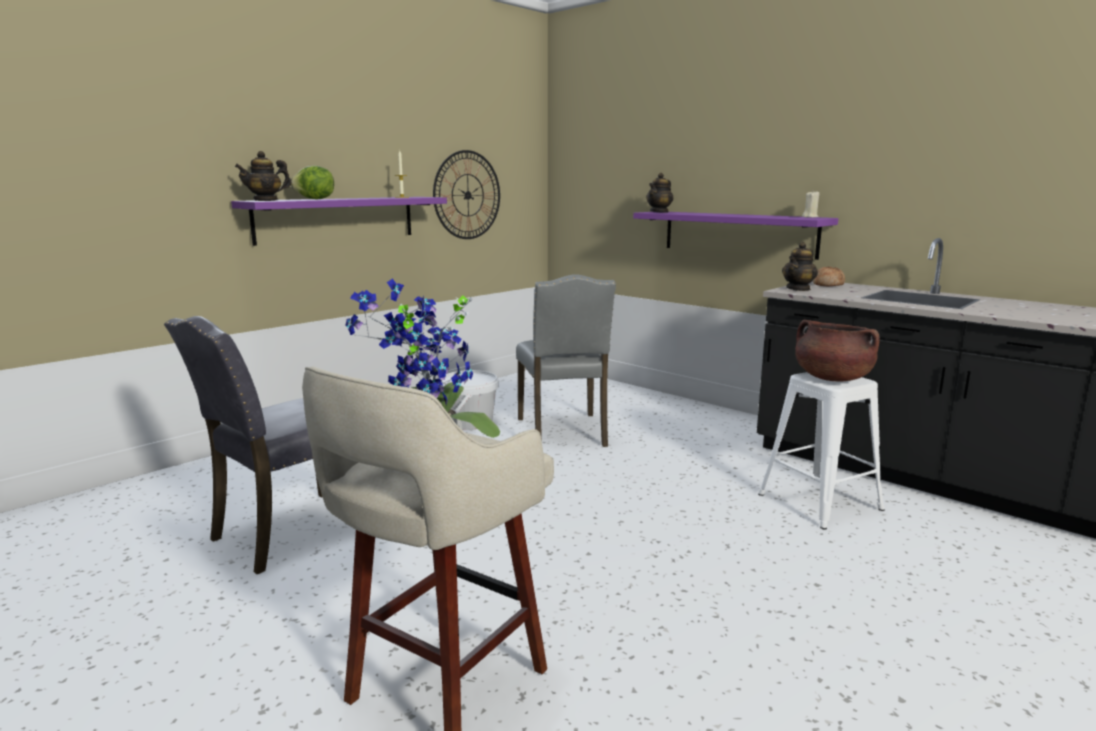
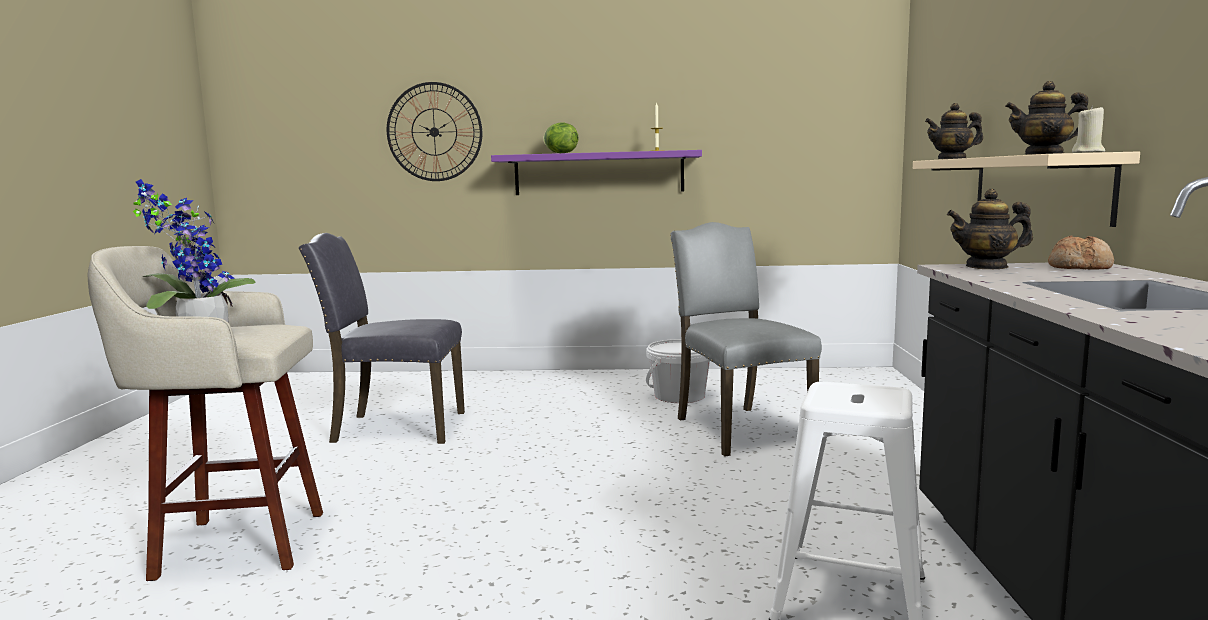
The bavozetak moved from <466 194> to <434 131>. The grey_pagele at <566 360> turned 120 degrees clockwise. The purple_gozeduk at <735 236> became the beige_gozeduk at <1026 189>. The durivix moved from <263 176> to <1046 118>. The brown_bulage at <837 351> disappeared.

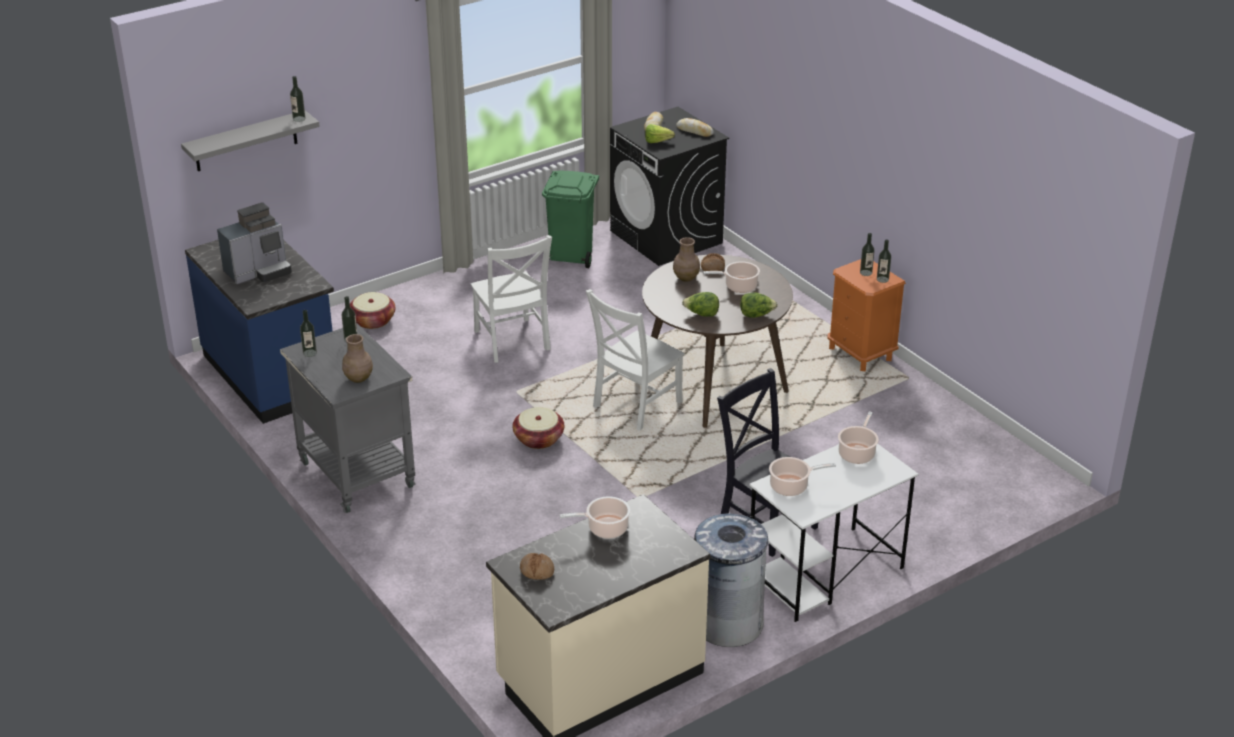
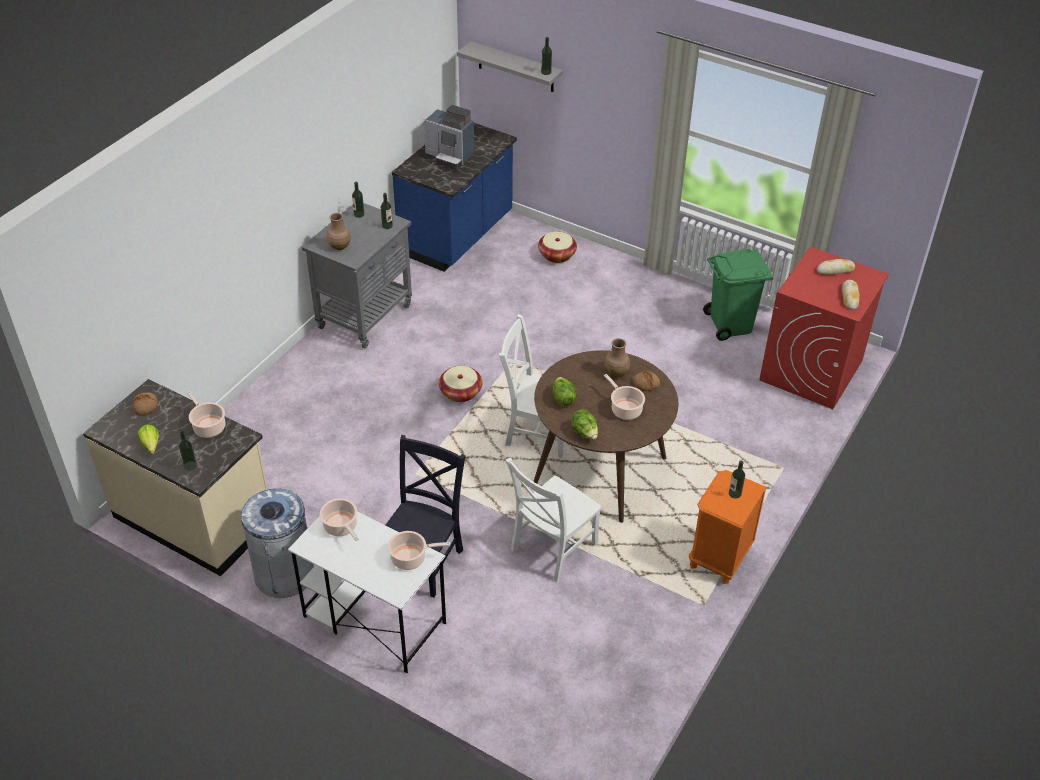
The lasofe moved from <660 133> to <148 439>. The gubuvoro moved from <884 261> to <188 451>. The white_pagele moved from <511 299> to <554 519>. The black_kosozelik at <669 186> became the red_kosozelik at <824 328>.

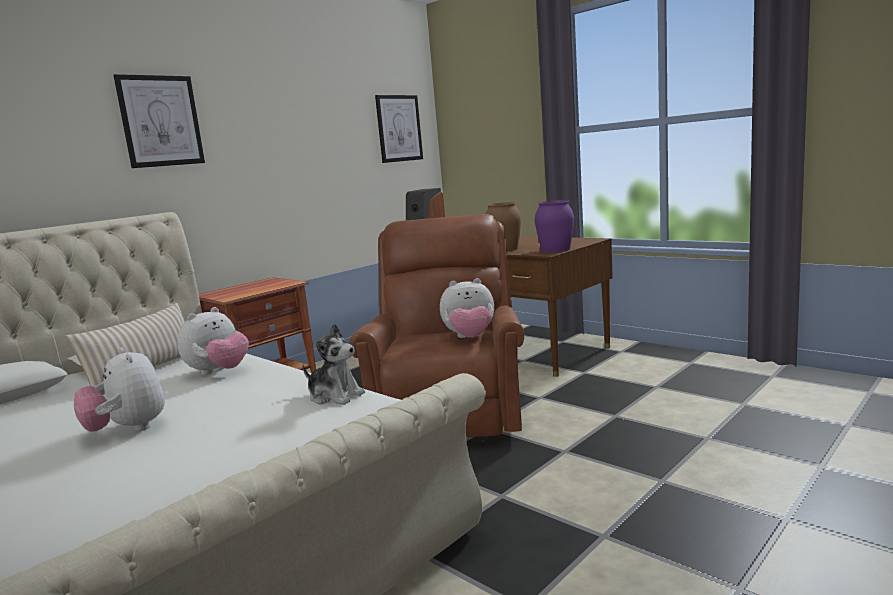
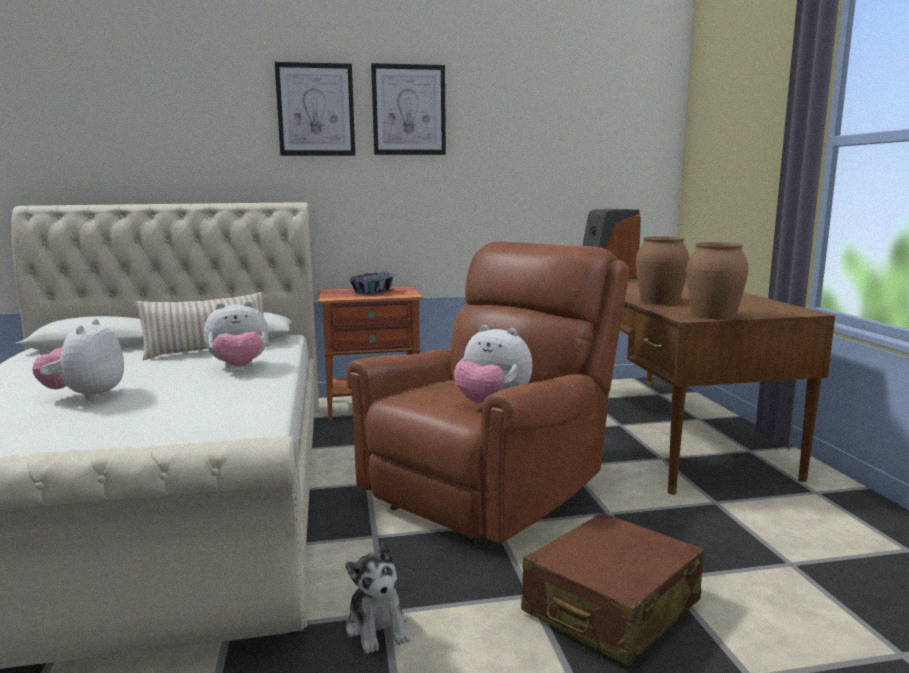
The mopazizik moved from <333 364> to <378 598>. The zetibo at <371 284> appeared. The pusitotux moved from <399 129> to <408 109>. The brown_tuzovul at <612 589> appeared. The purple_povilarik at <554 226> became the brown_povilarik at <717 280>.

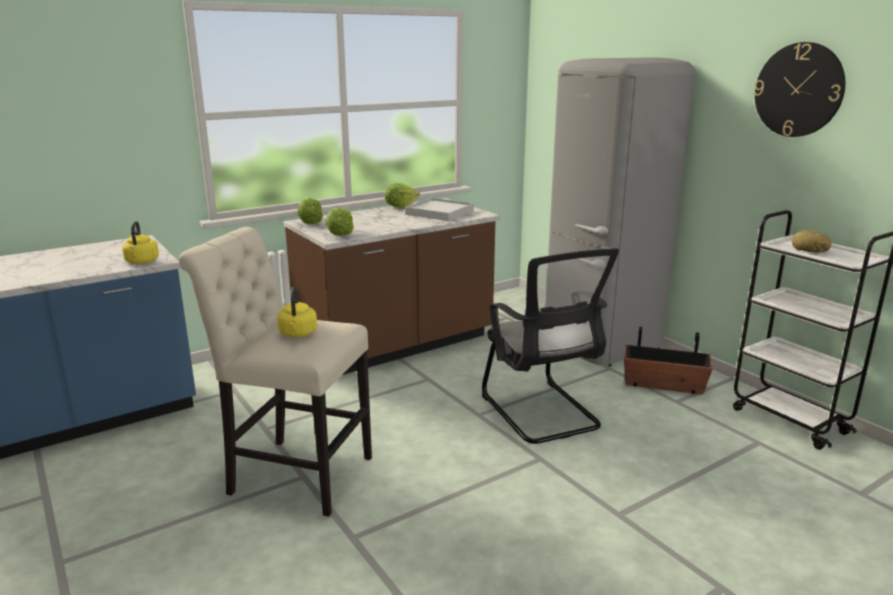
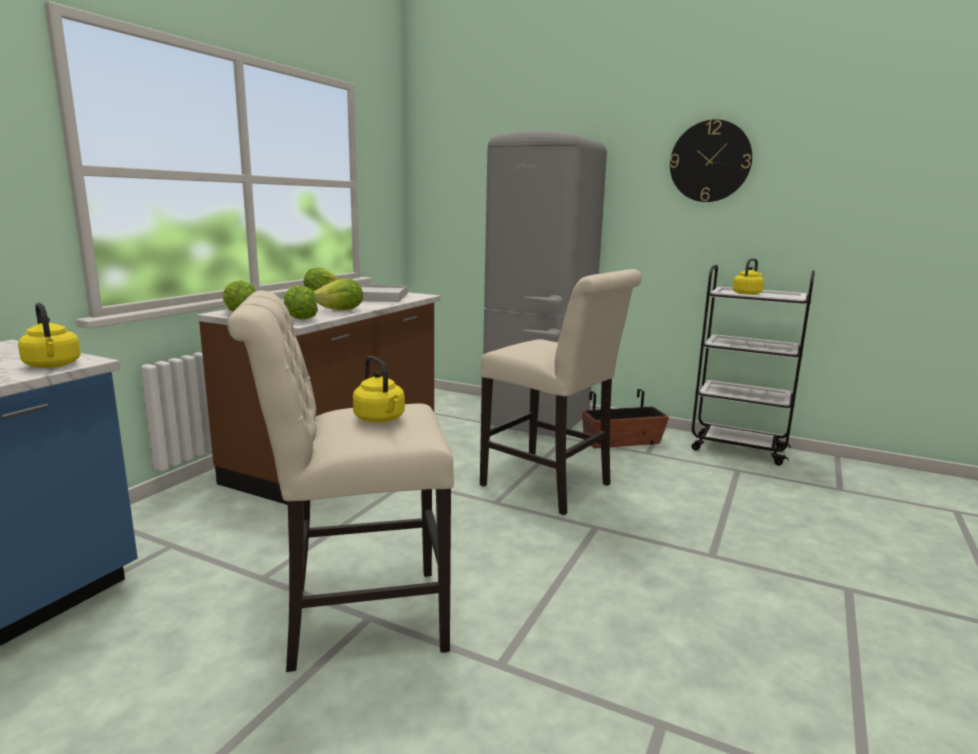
The lasofe at <338 294> appeared. The pagele at <550 346> was replaced by the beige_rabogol at <561 392>. The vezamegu at <811 241> was replaced by the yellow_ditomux at <748 276>.

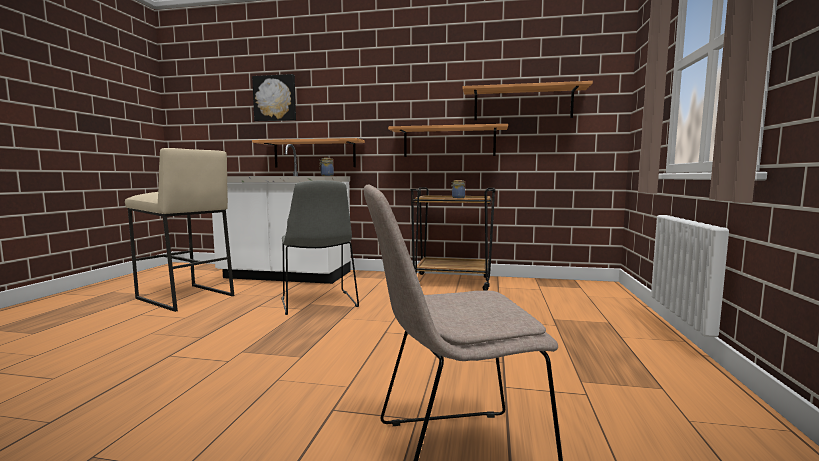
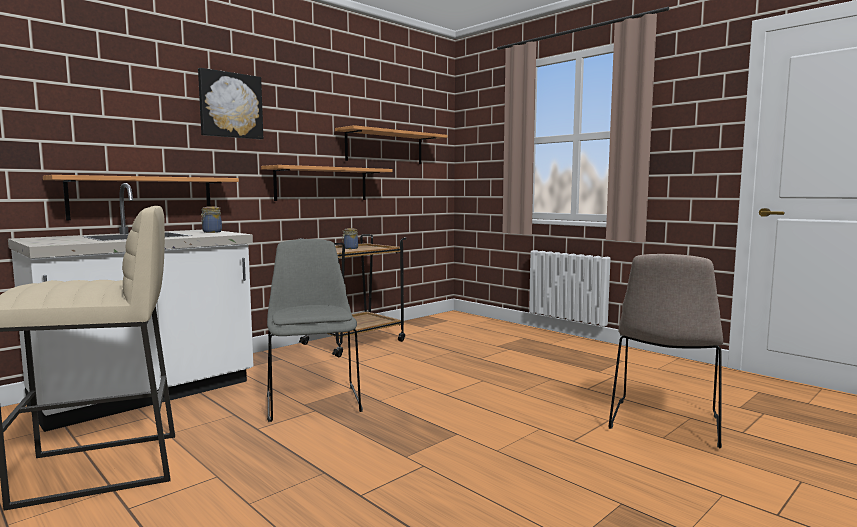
The pusitotux moved from <274 97> to <230 103>. The grey_pagele at <320 247> turned 120 degrees counterclockwise.

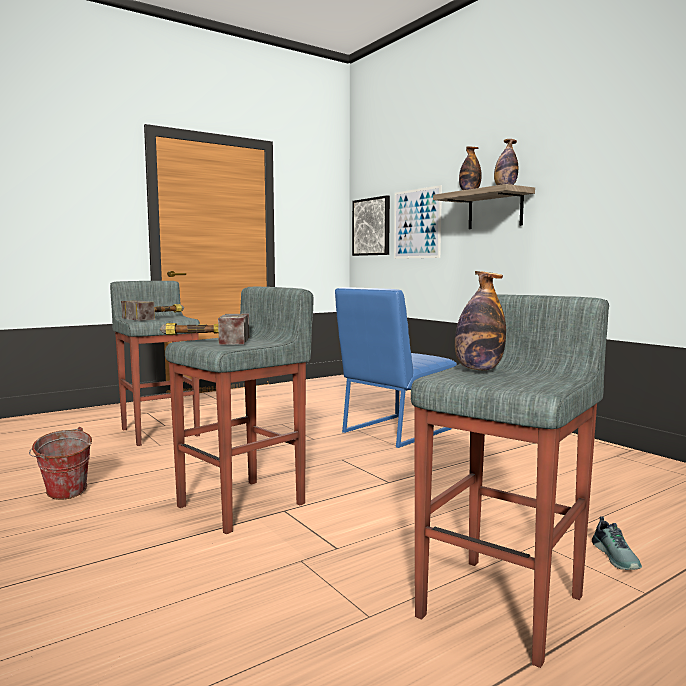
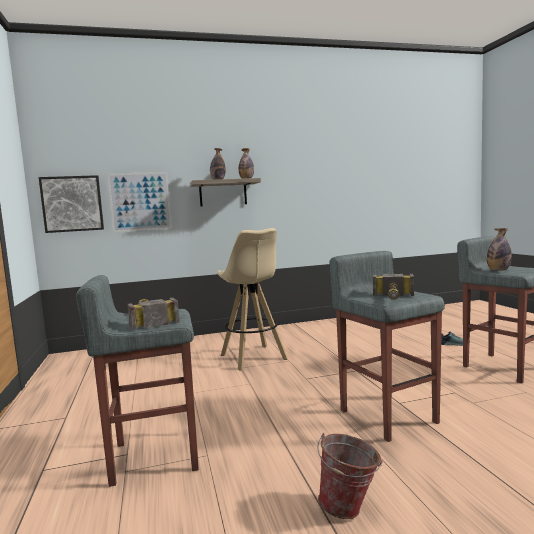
The blue_pagele at <396 367> was replaced by the beige_rabogol at <252 299>.

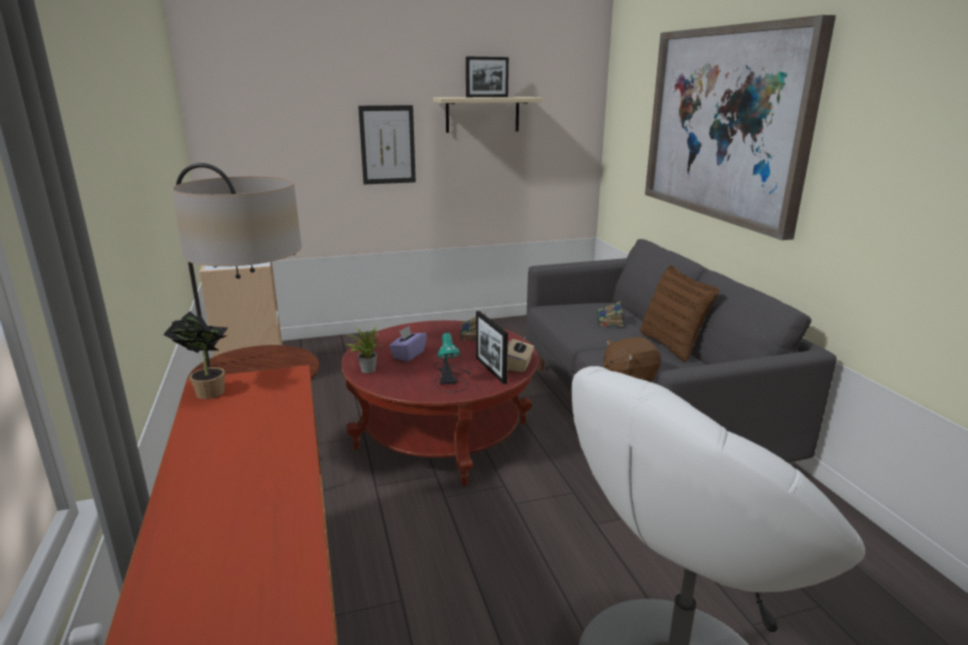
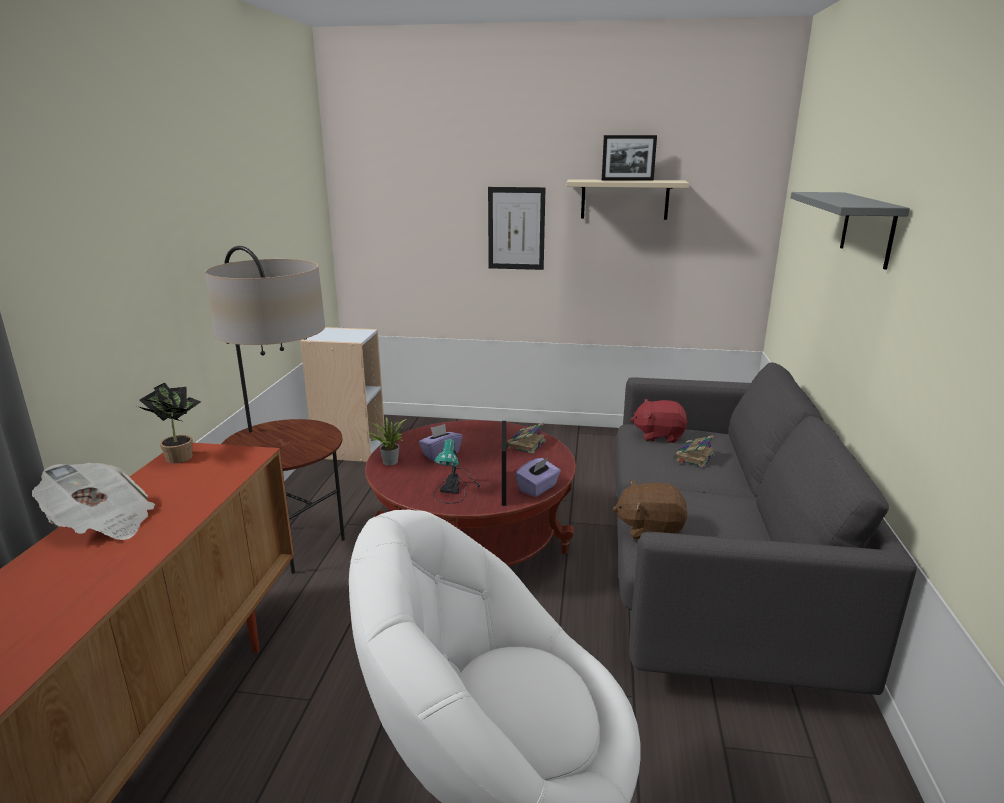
The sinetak at <93 501> appeared. The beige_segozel at <520 355> became the purple_segozel at <538 477>. The red_mopazizik at <659 421> appeared. The pusitotux at <740 127> was replaced by the grey_gozeduk at <850 231>. The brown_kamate at <680 313> disappeared.

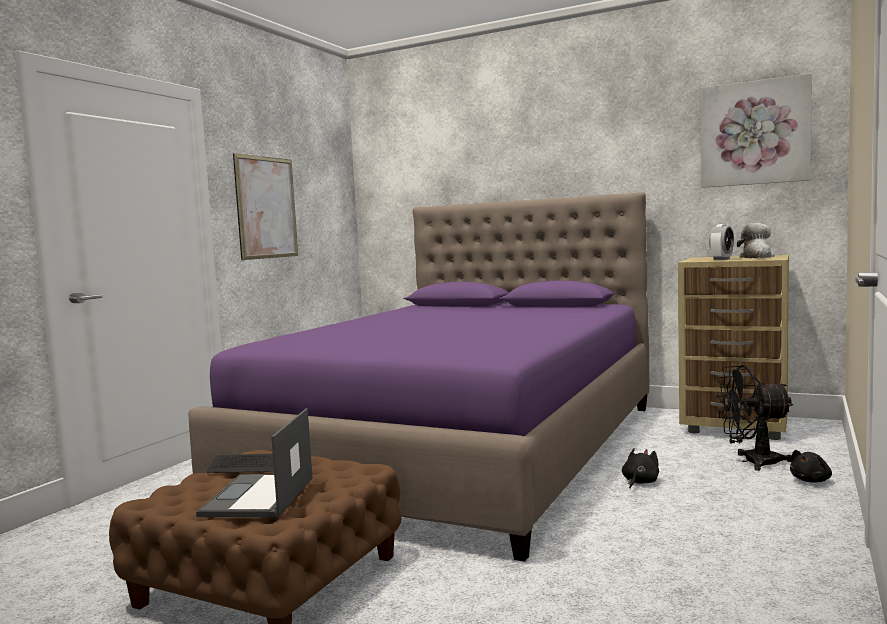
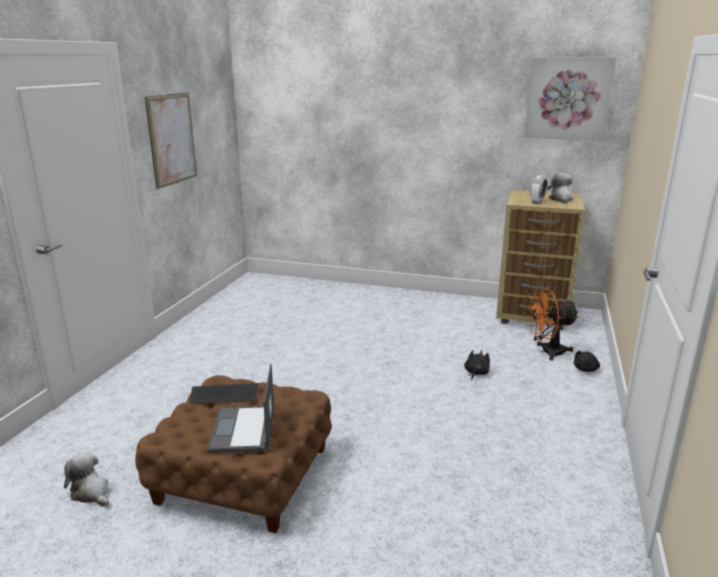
The mopazizik at <86 479> appeared. The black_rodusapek at <754 418> became the orange_rodusapek at <552 324>. The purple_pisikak at <418 377> disappeared.

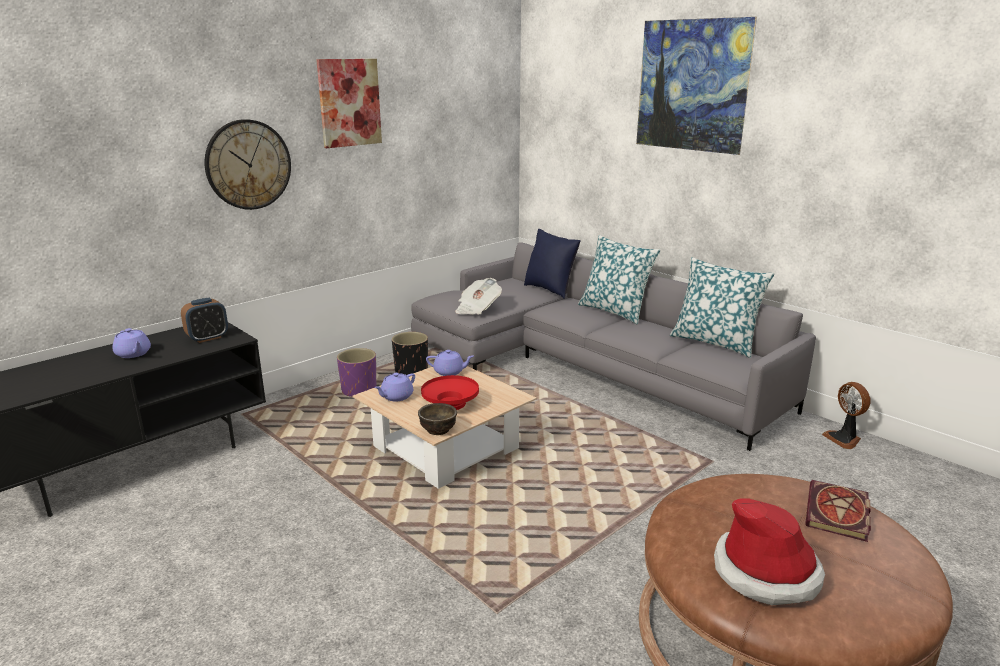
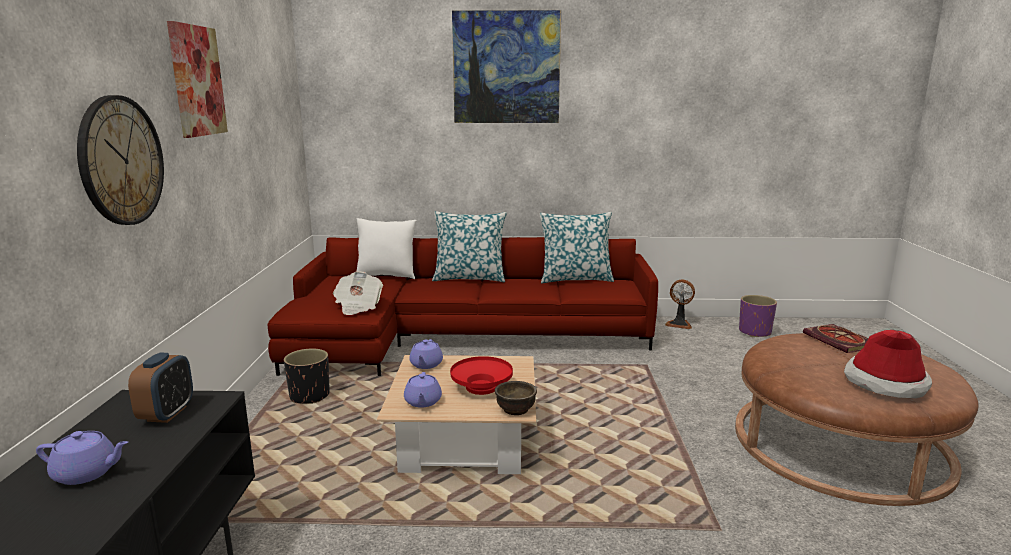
The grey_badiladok at <613 346> became the red_badiladok at <463 306>. The blue_kamate at <552 264> became the white_kamate at <387 248>. The purple_durivix at <450 363> turned 135 degrees clockwise. The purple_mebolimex moved from <357 372> to <758 316>.

